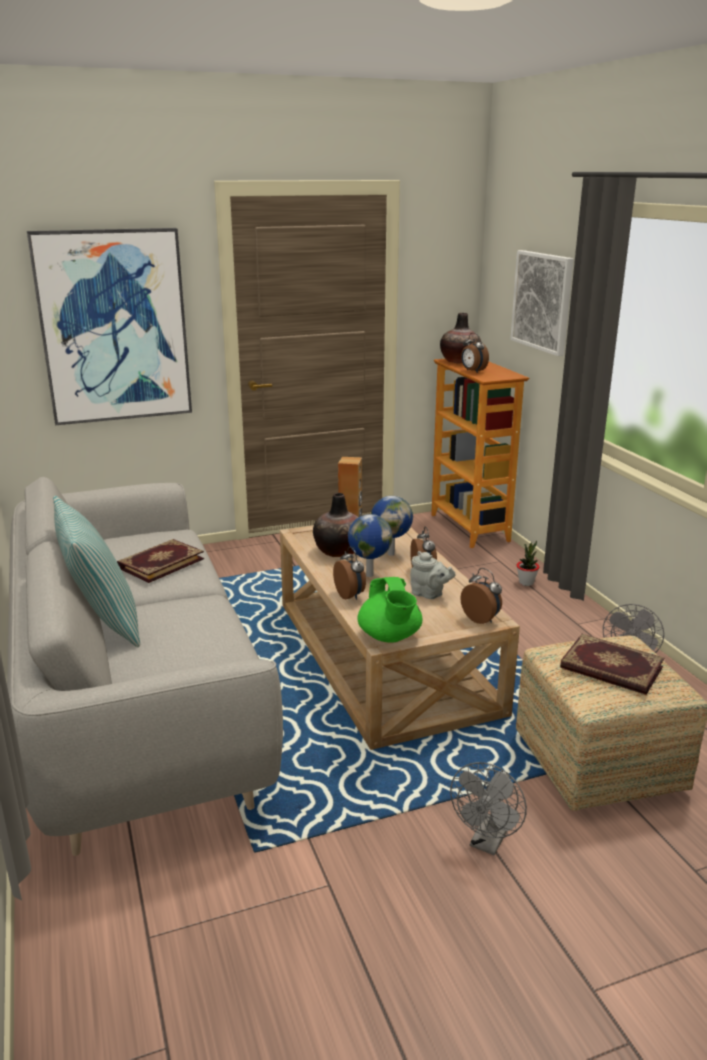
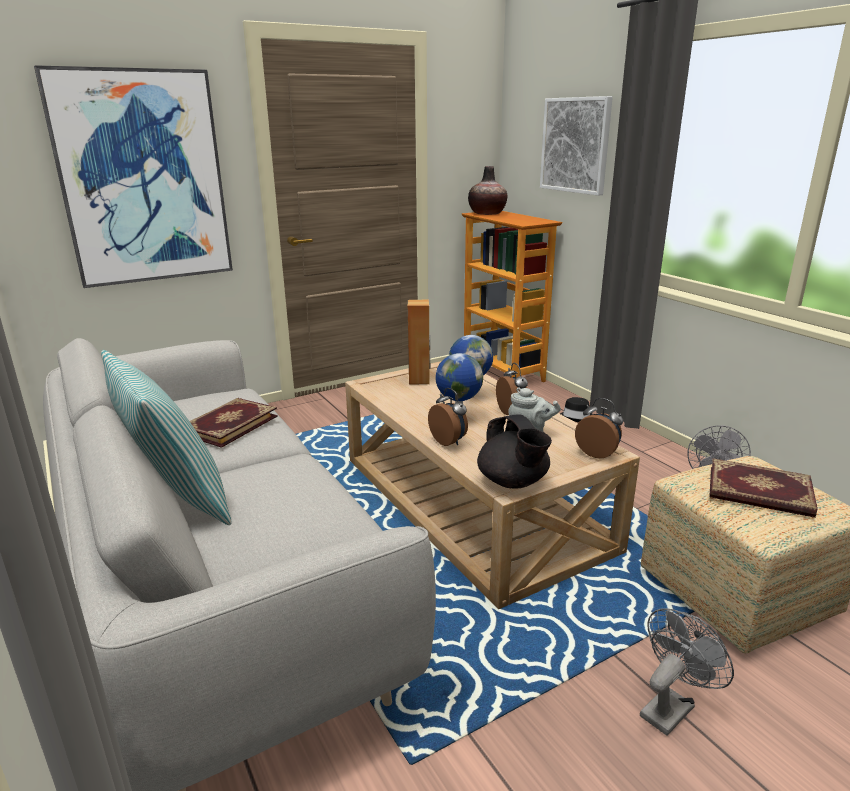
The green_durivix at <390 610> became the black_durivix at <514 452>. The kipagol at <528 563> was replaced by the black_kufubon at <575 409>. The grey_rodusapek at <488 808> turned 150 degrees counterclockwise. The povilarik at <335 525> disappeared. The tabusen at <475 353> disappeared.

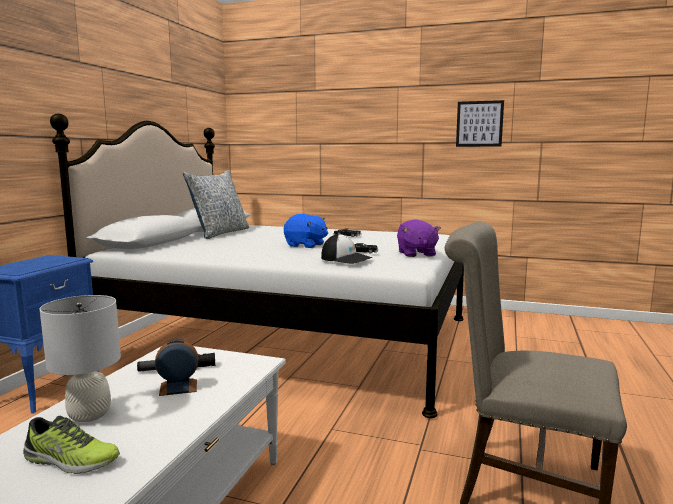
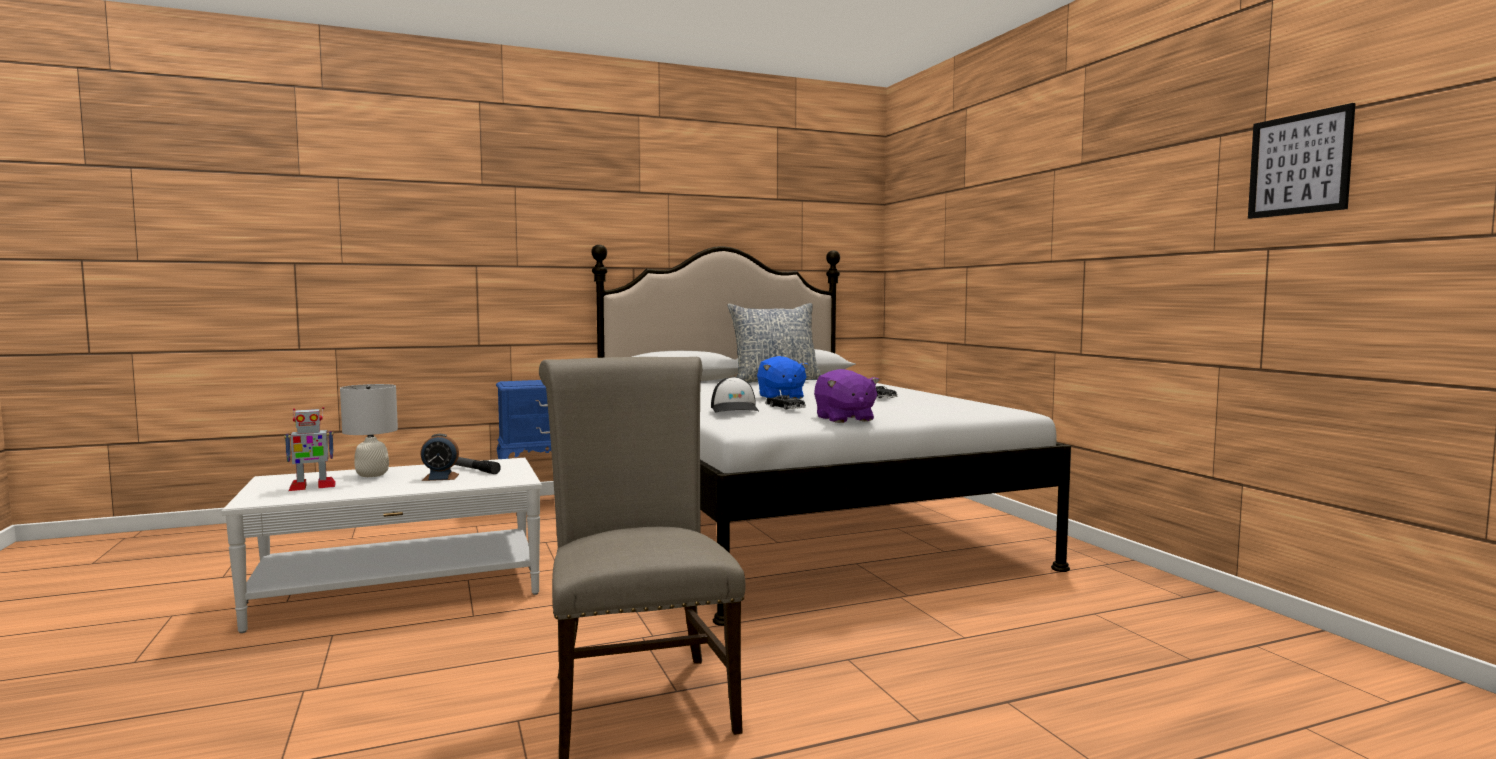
The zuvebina at <71 445> was replaced by the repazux at <310 449>. The tabusen at <176 367> turned 135 degrees clockwise. The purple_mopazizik at <419 238> turned 60 degrees counterclockwise. The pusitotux moved from <480 123> to <1301 161>.

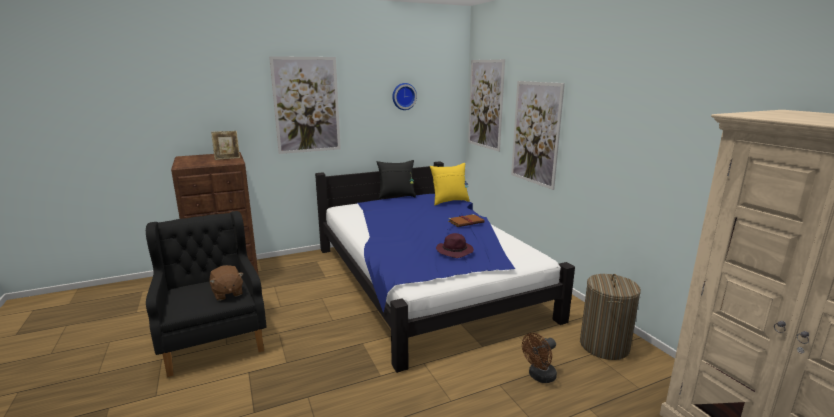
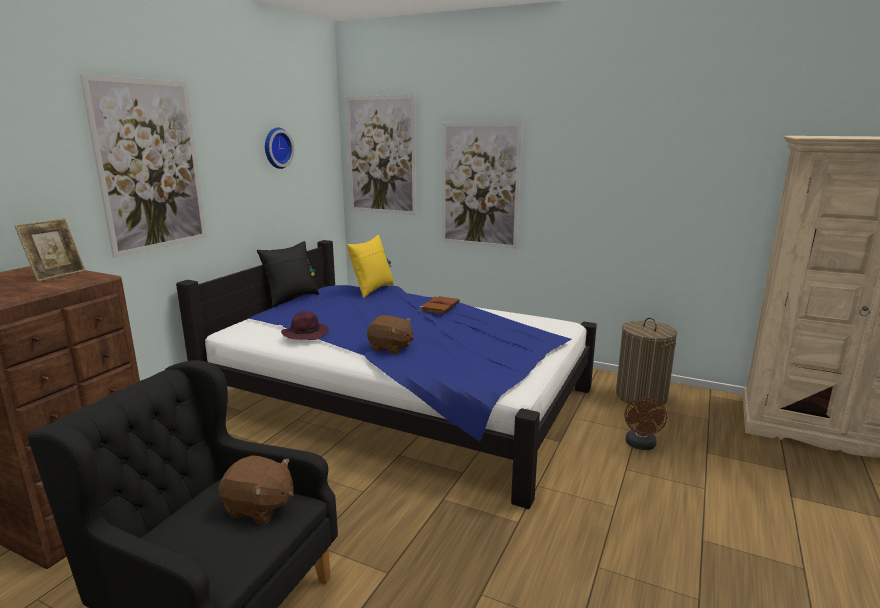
The purple_kufubon moved from <455 245> to <305 325>. The brown_mopazizik at <390 334> appeared.

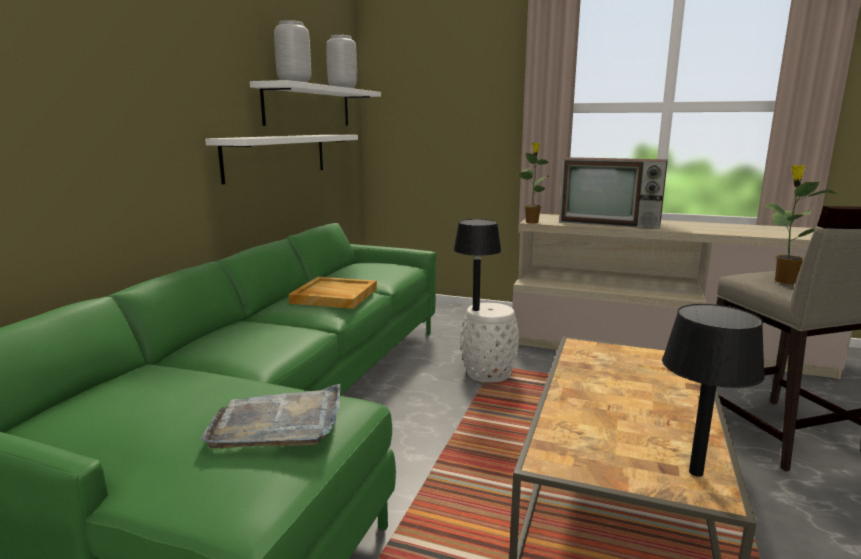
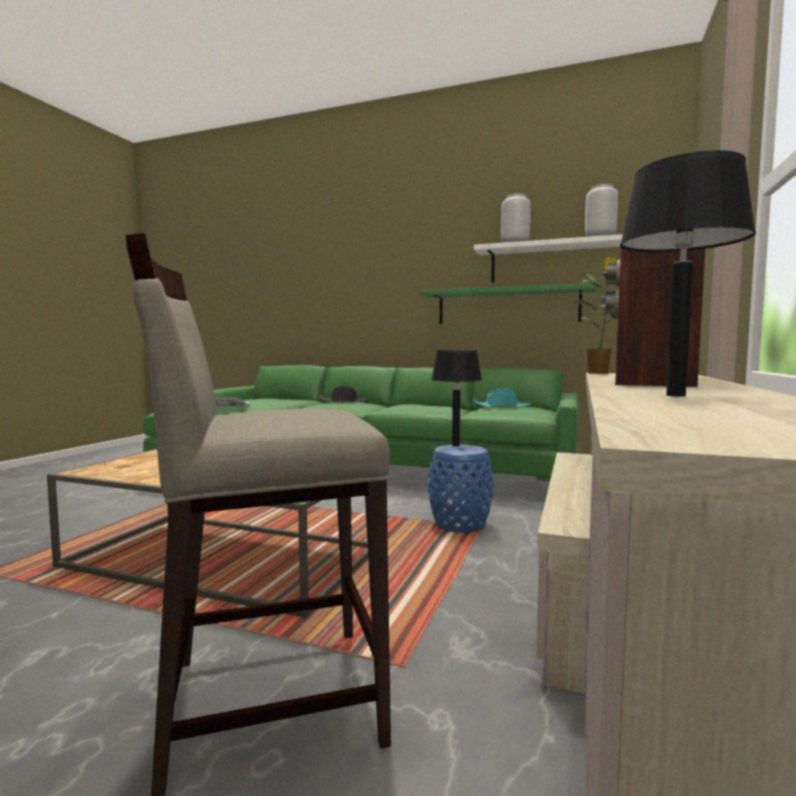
The black_kufubon at <344 394> appeared. The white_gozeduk at <281 159> became the green_gozeduk at <508 303>. The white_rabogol at <490 343> became the blue_rabogol at <461 489>. The turquoise_kufubon at <502 398> appeared. The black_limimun moved from <713 390> to <688 273>. The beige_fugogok at <332 293> disappeared. The kipagol at <800 224> disappeared.

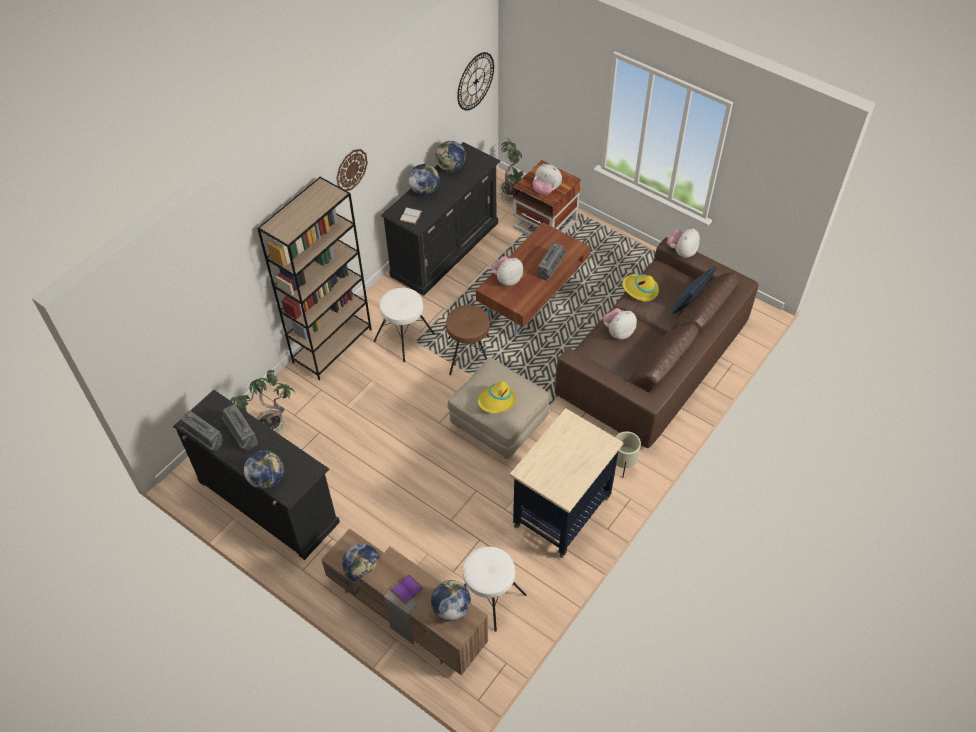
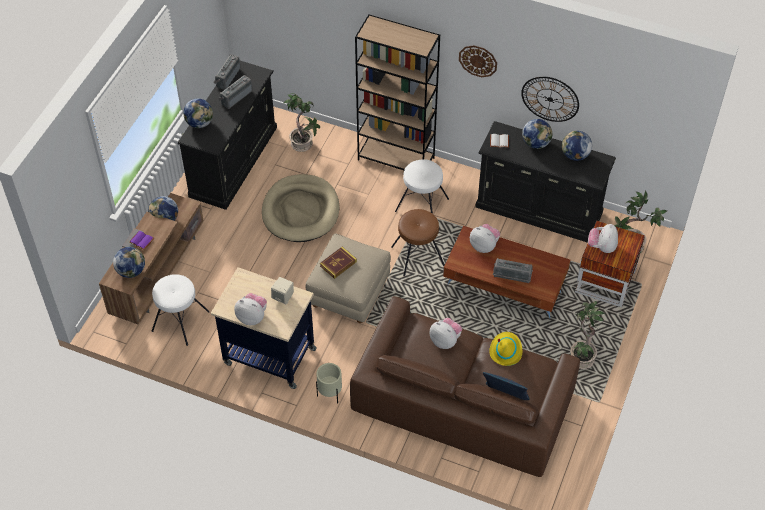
The mopazizik moved from <683 243> to <250 309>. The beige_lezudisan at <300 208> appeared. The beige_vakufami at <282 290> appeared. The yellow_kufubon at <497 397> was replaced by the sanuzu at <338 263>. The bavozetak moved from <475 81> to <550 99>. The kipagol at <588 335> appeared.

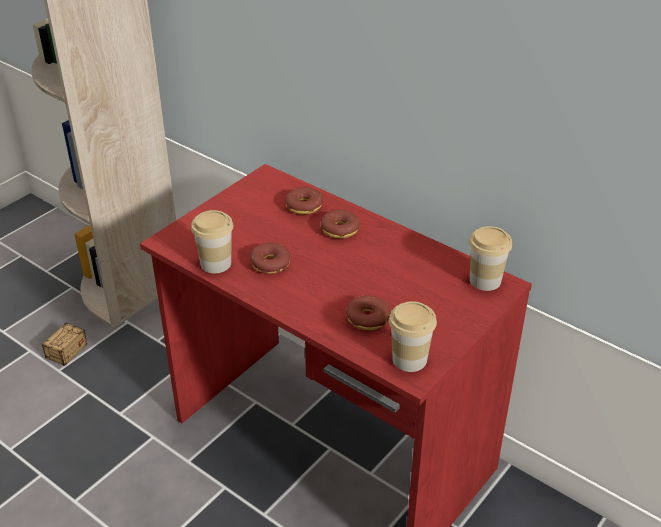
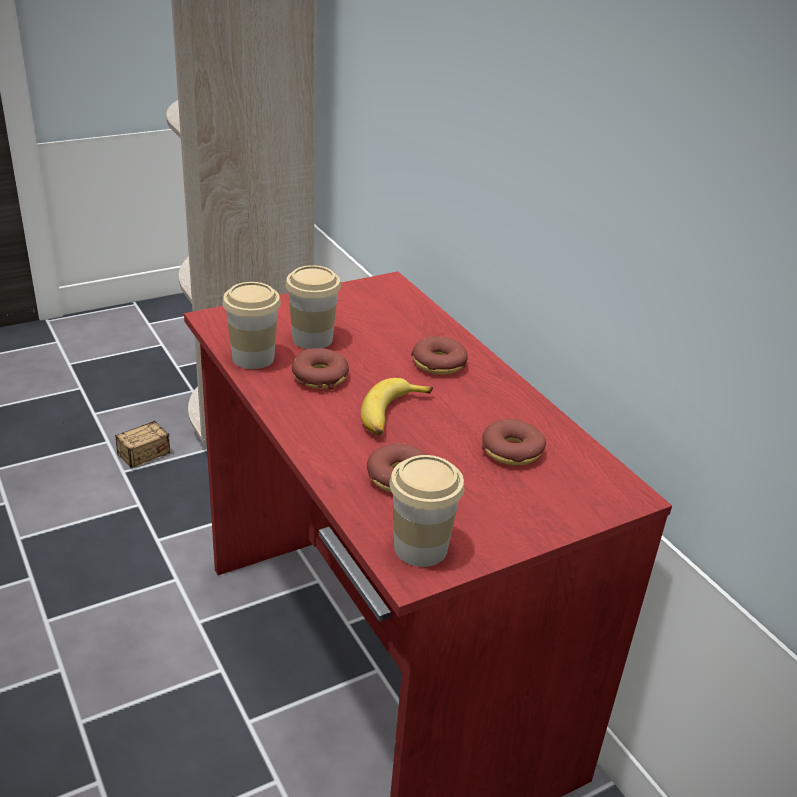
The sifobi moved from <490 258> to <313 307>. The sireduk at <397 406> appeared. The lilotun moved from <304 201> to <514 442>.

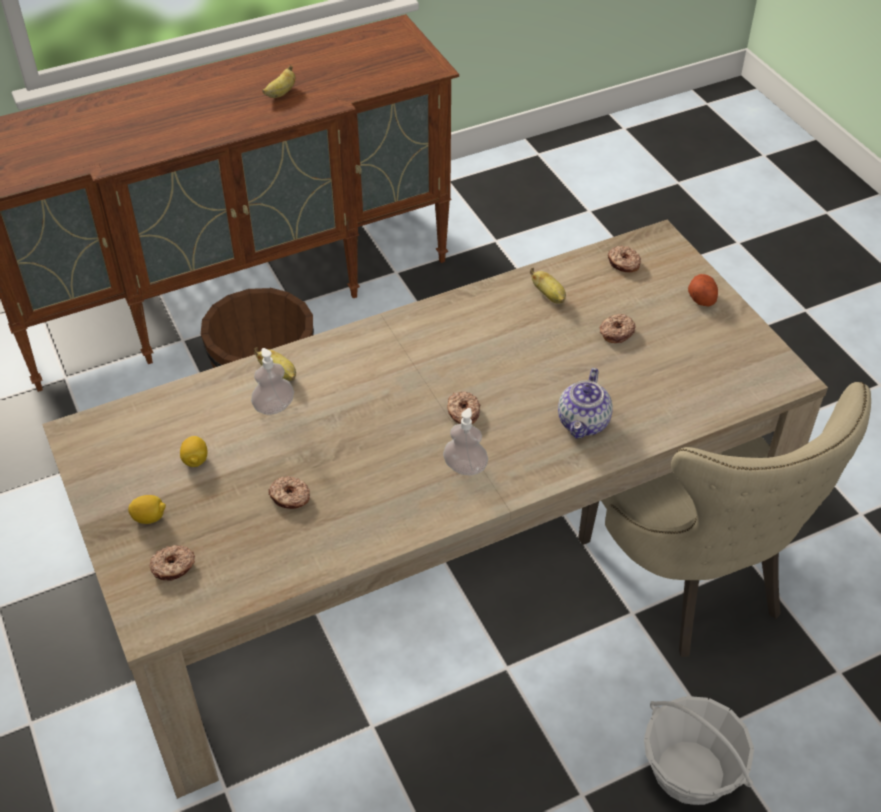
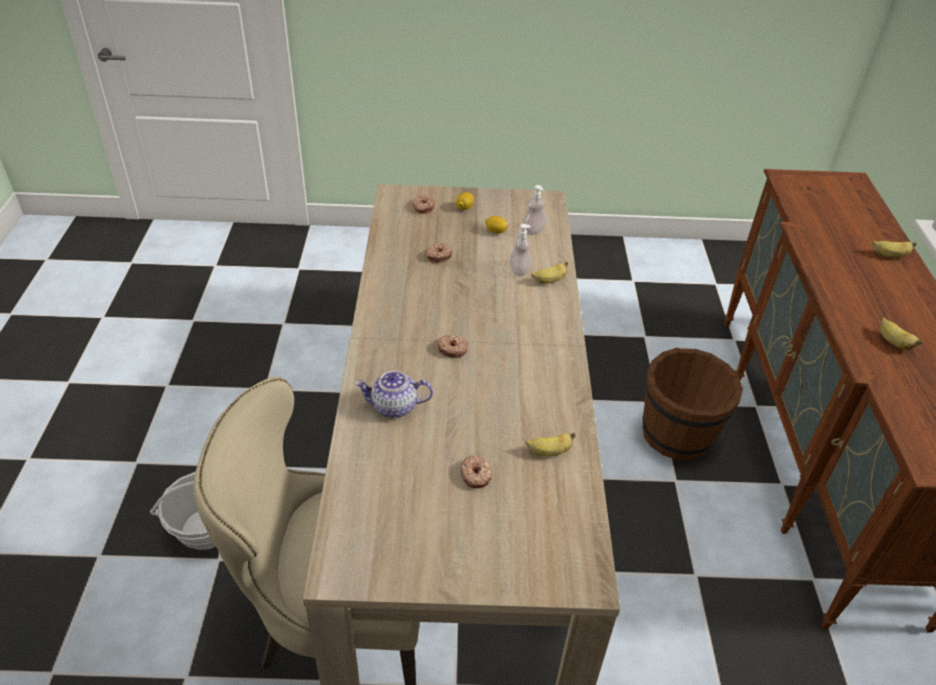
The durivix at <585 403> turned 45 degrees counterclockwise. The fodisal moved from <465 441> to <534 210>. The sireduk at <894 249> appeared. The lilotun at <624 259> disappeared. The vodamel at <703 290> disappeared.

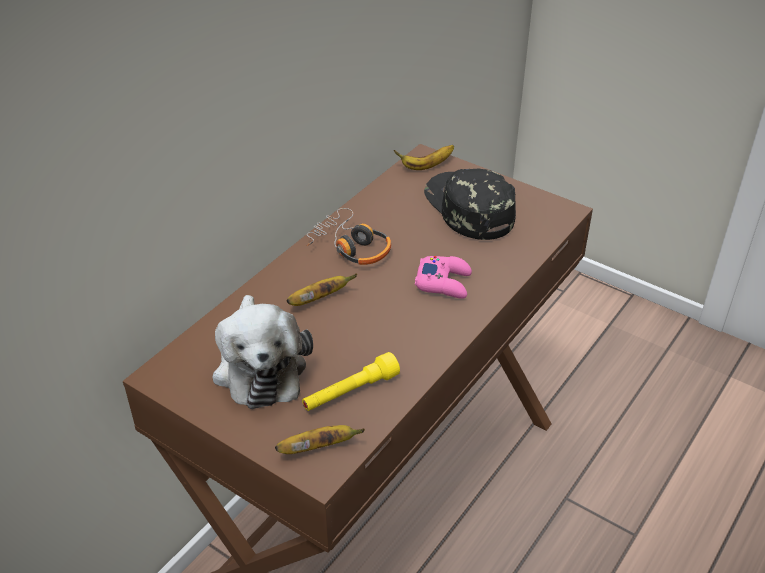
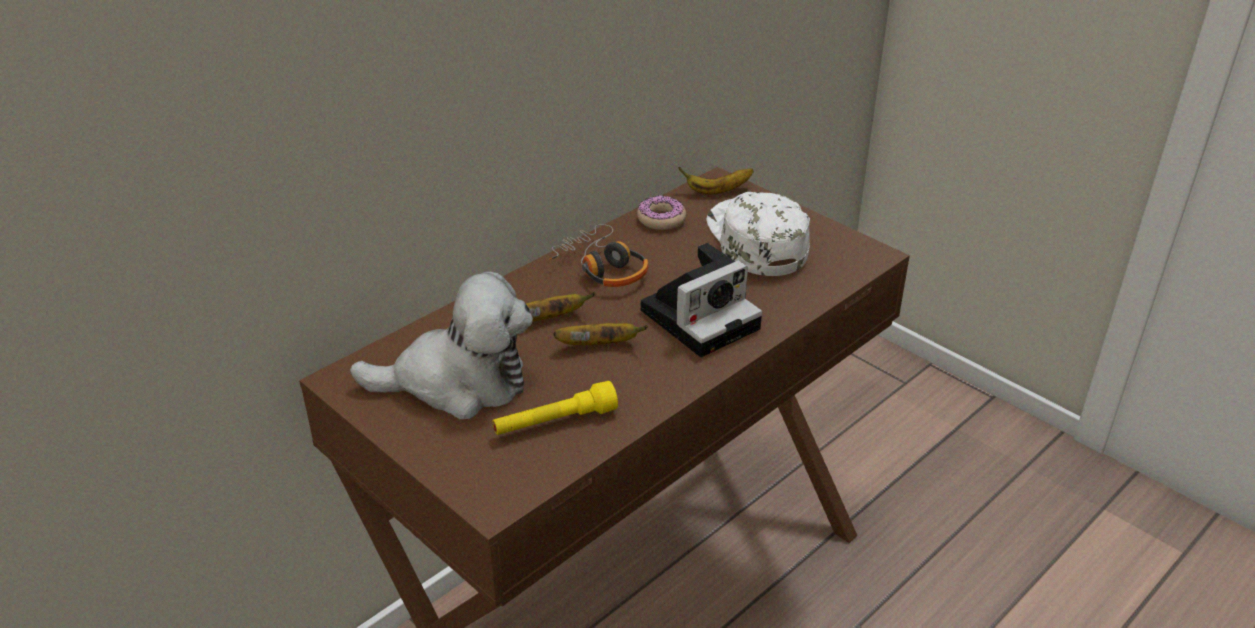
The mopazizik at <262 352> turned 90 degrees counterclockwise. The sireduk moved from <320 439> to <601 334>. The lilotun at <661 212> appeared. The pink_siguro at <443 277> was replaced by the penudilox at <701 300>. The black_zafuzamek at <470 204> became the white_zafuzamek at <758 234>.

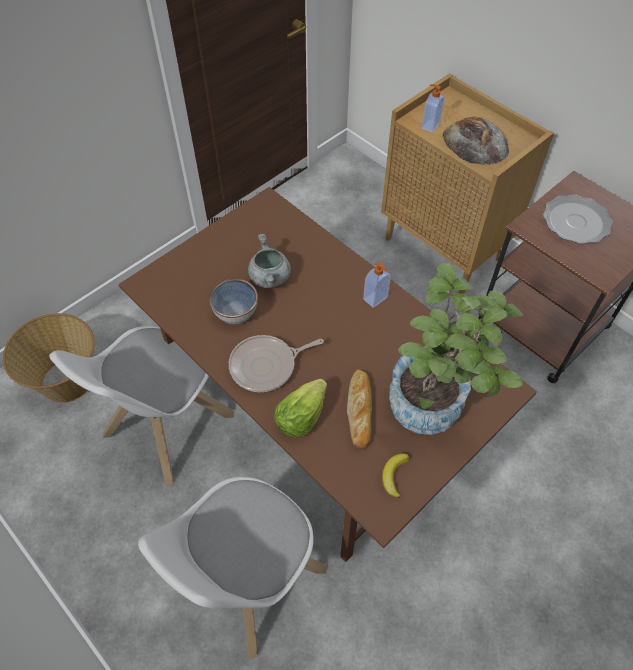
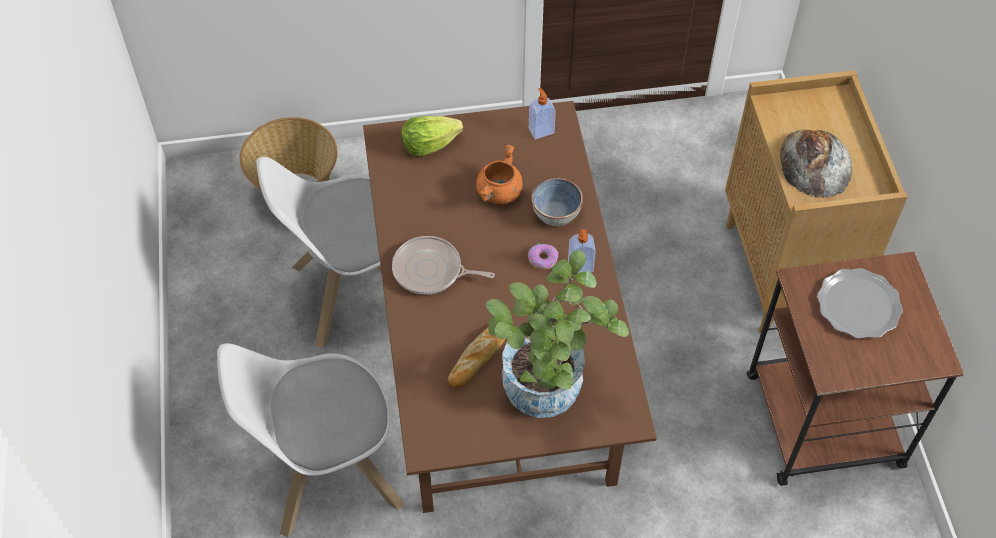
The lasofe moved from <300 408> to <432 136>. The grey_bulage at <269 261> became the orange_bulage at <499 174>. The lilotun at <543 256> appeared. The fodisal moved from <433 108> to <542 113>. The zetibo moved from <233 301> to <557 202>. The sireduk at <396 475> disappeared.

